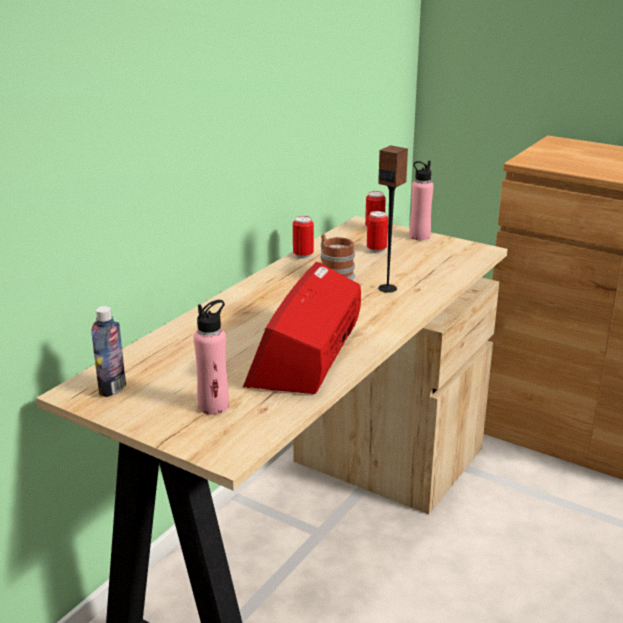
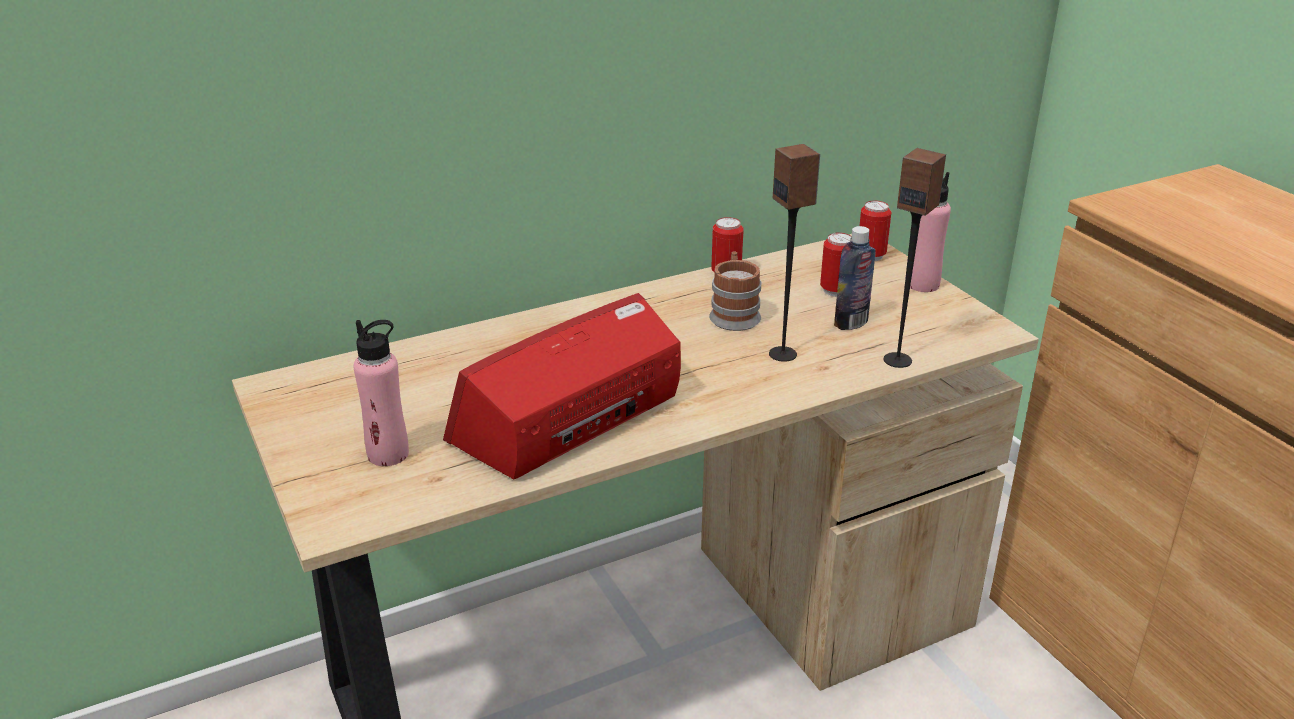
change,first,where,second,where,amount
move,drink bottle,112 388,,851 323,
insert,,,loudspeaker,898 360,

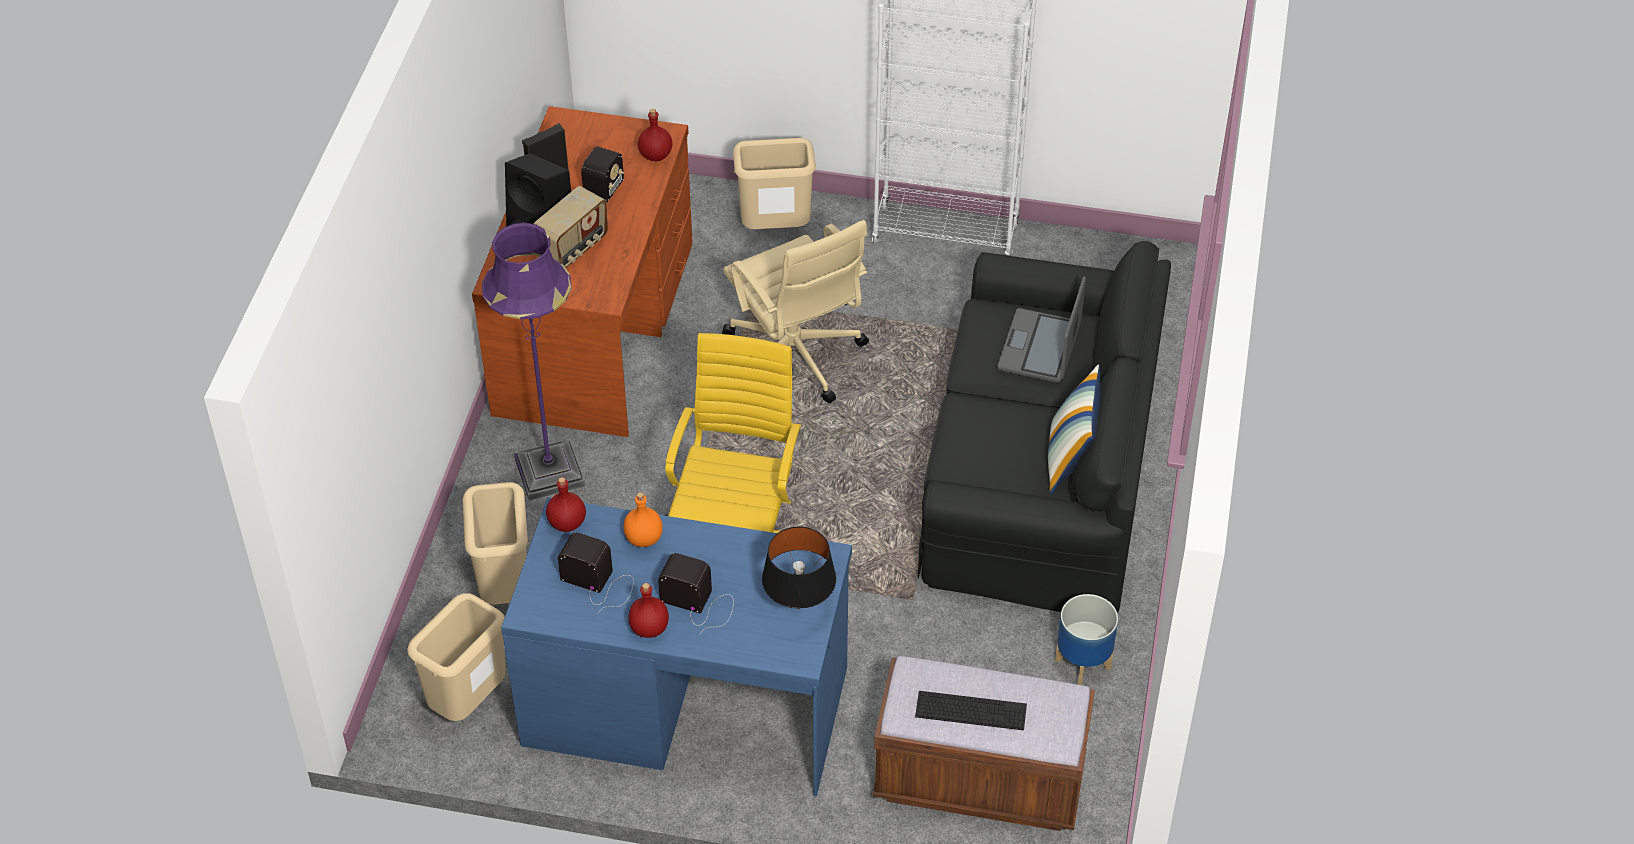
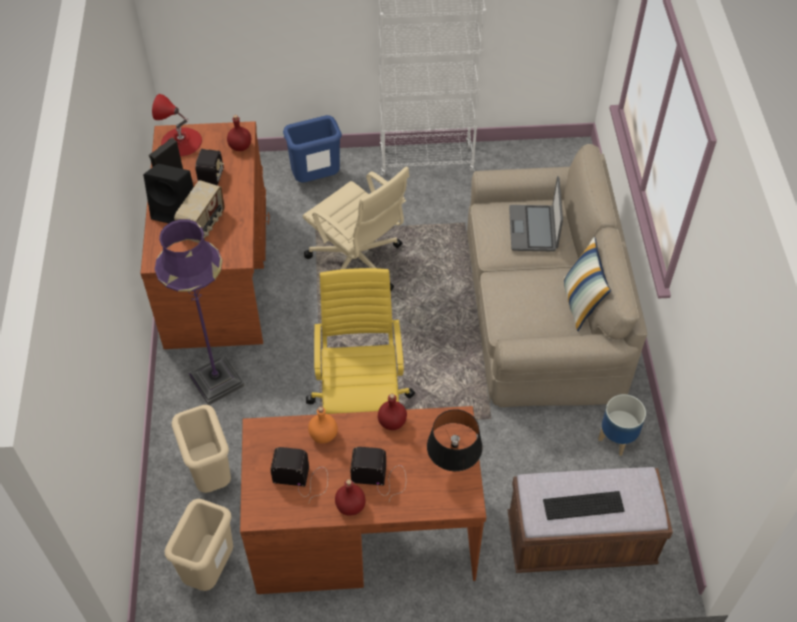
change,first,where,second,where,amount
insert,,,red table lamp,181 142,
recolor,blue desk unit,685 704,brown desk unit,363 533,
recolor,sand-coloured rubbish bin,775 230,blue rubbish bin,316 180,
move,red drink bottle,566 523,,391 422,
recolor,blackish sofa,1039 474,sand-coloured sofa,542 311,

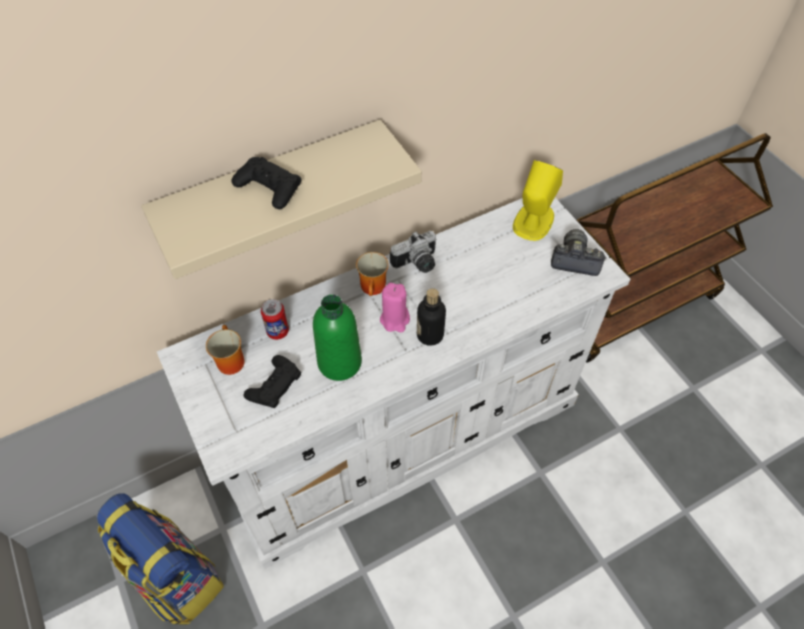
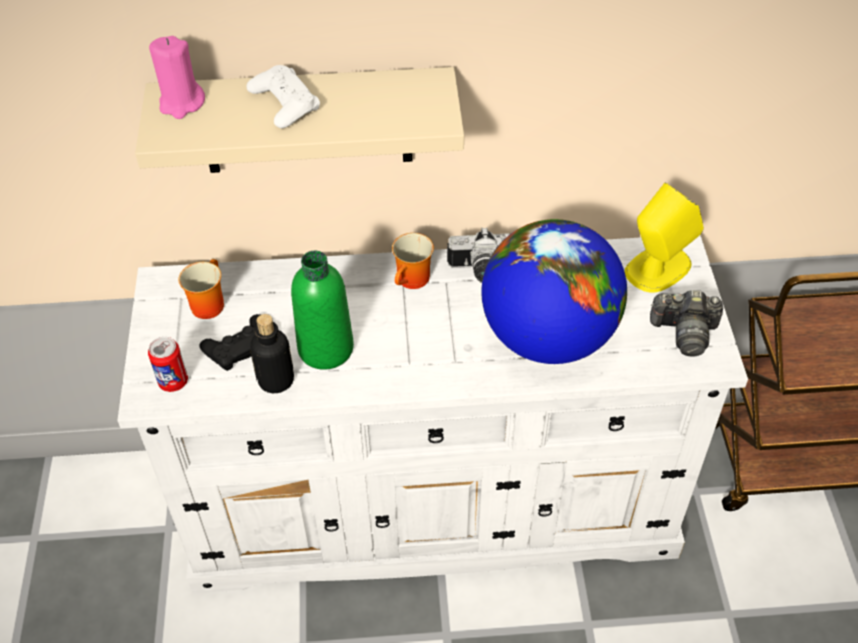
change,first,where,second,where,amount
move,sealed can,278 331,,173 382,
move,pinkish wax candle,395 319,,181 103,
recolor,blackish game controller,269 187,white-coloured game controller,284 103,
move,drink bottle,430 335,,276 380,
insert,,,world globe,548 337,
rotate,still camera,574 260,,684 332,150 degrees clockwise
delete,backpack,175 577,,,

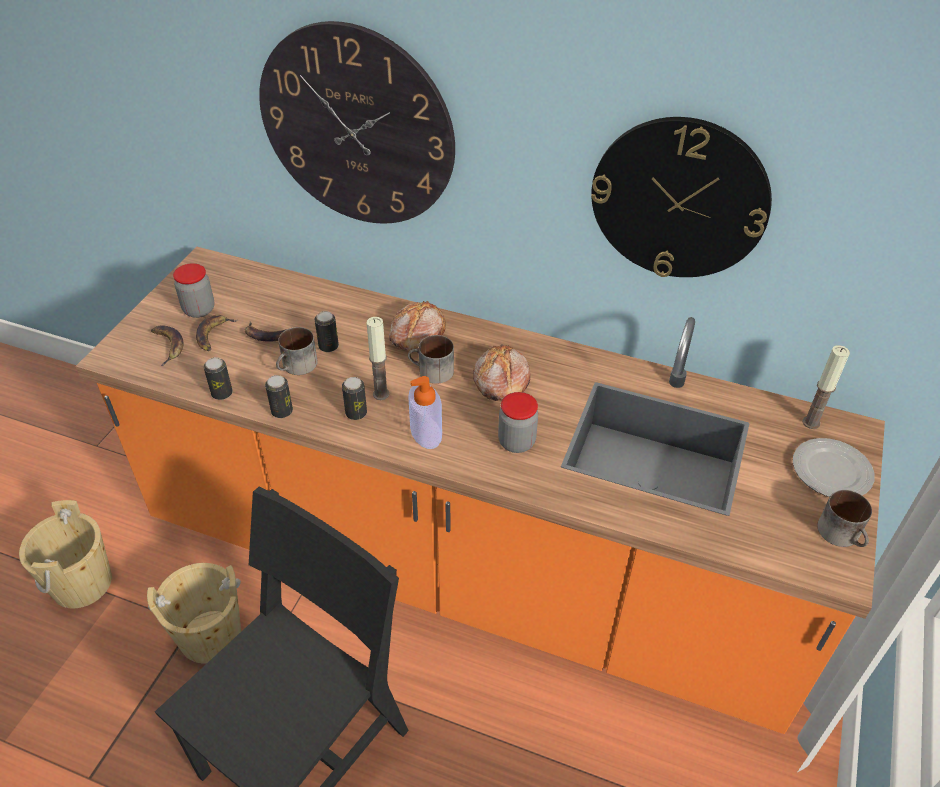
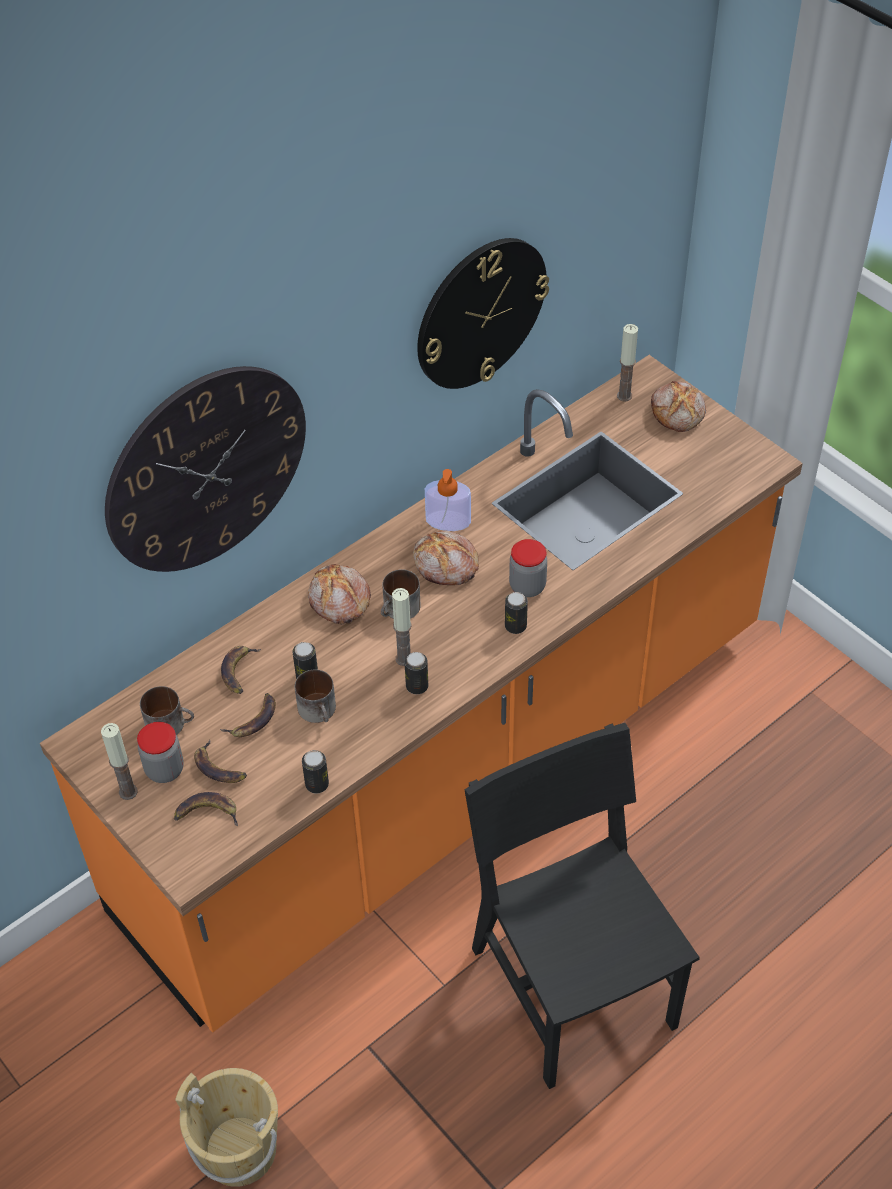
change,first,where,second,where,amount
insert,,,wax candle,128 792,
move,tea mug,843 534,,170 723,
insert,,,whole banana,239 671,
move,soap dispenser,426 432,,448 521,
move,sealed can,282 411,,515 626,
replace,plate,832 471,baked bread,678 412,
delete,sand-coloured water bucket,210 635,,,

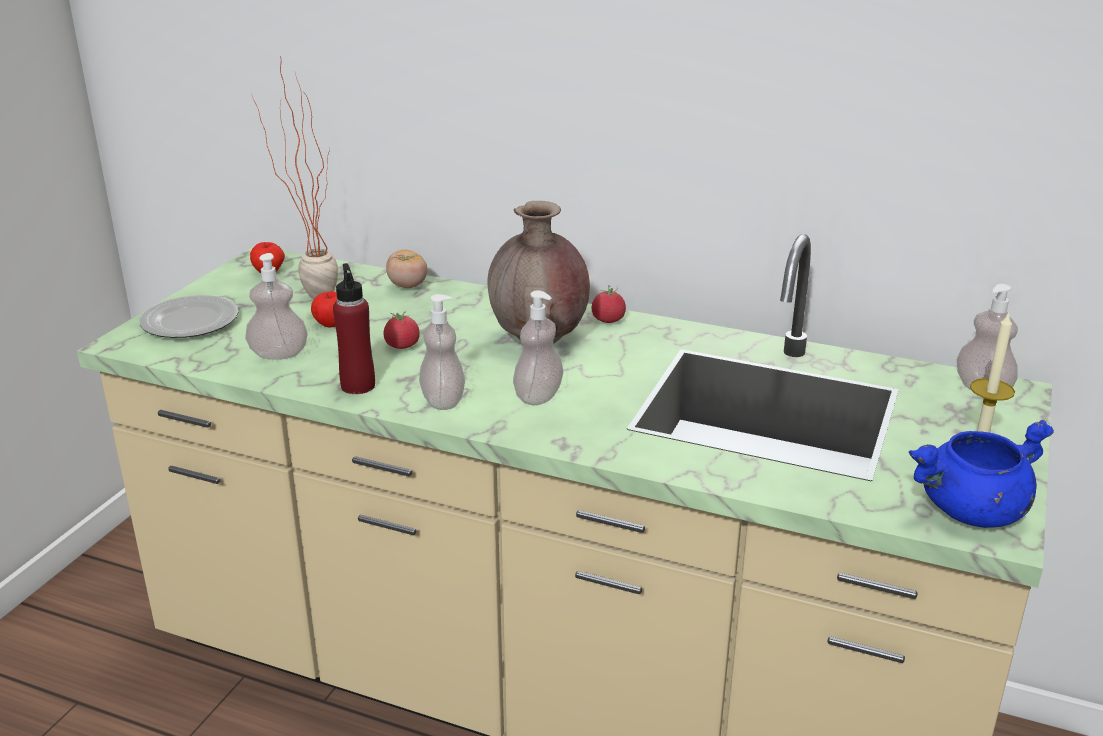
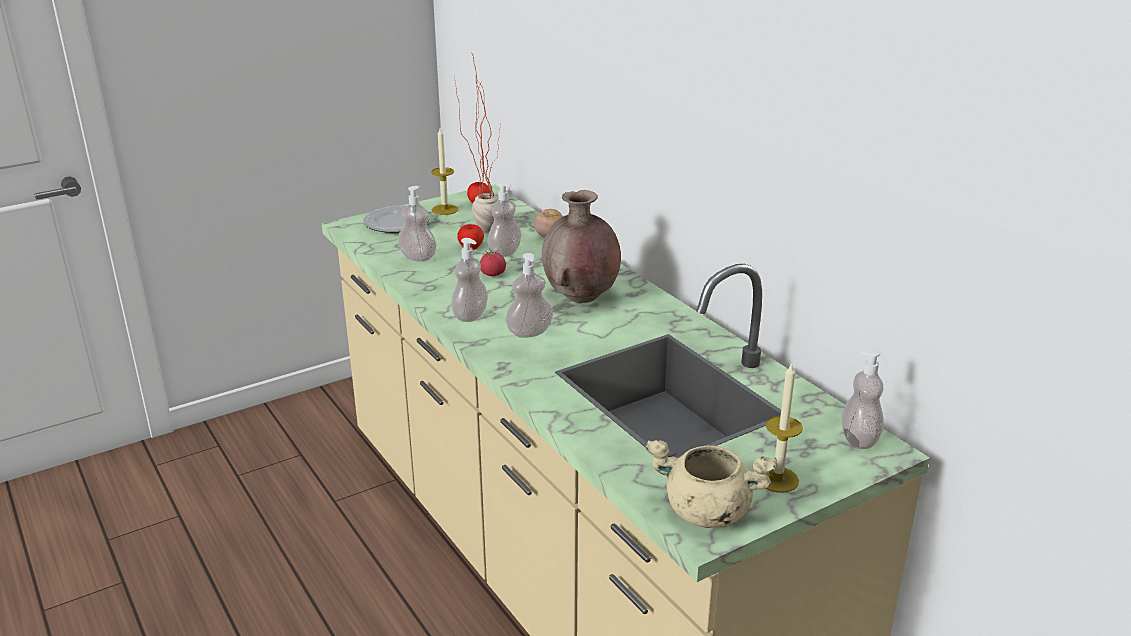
change,first,where,second,where,amount
insert,,,wax candle,444 209,
insert,,,soap dispenser,505 252,
recolor,blue saucepot,971 512,sand-coloured saucepot,705 512,
delete,red drink bottle,358 385,,,
delete,whole tomato,608 320,,,

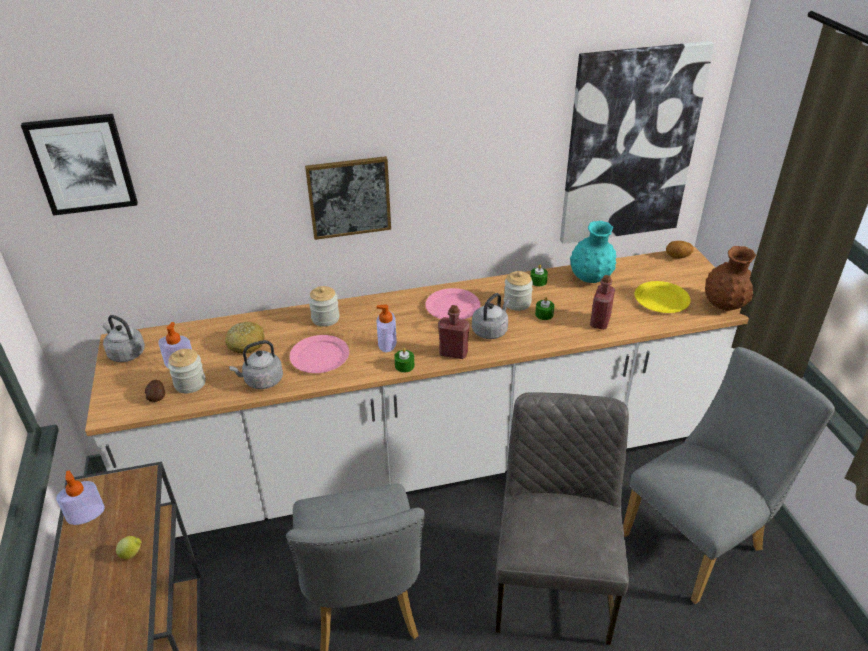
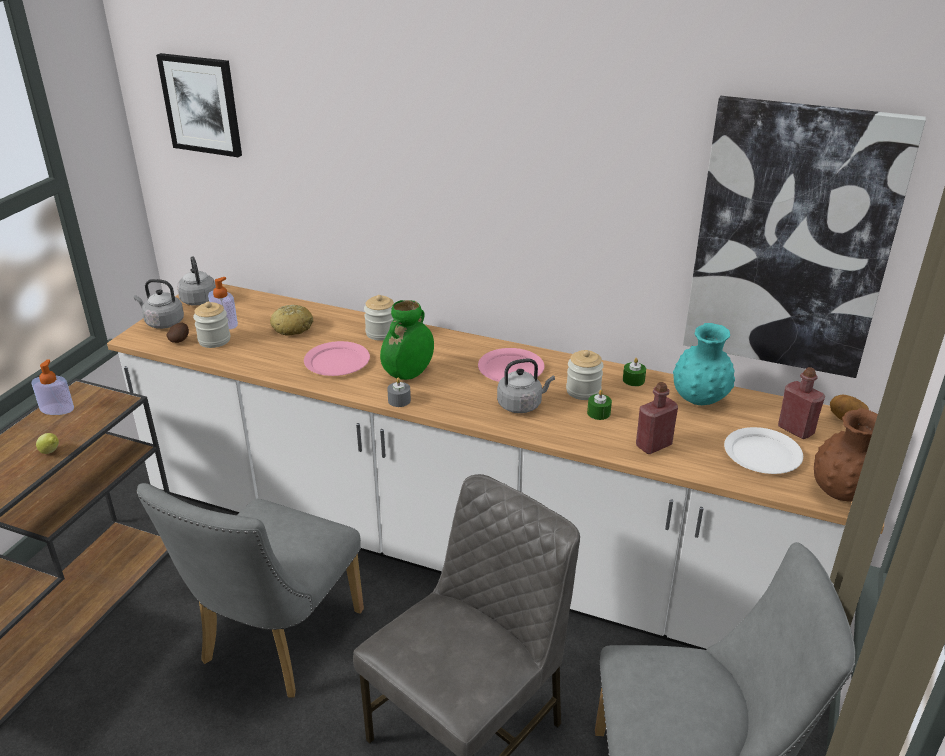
change,first,where,second,where,amount
move,grey kettle,261 381,,163 322,
replace,soap dispenser,387 343,greenish decorative vase,408 375,
recolor,greenish wax candle,404 366,grey wax candle,399 400,
recolor,yellow-coloured plate,661 300,white-coloured plate,762 454,
move,red drink bottle,453 353,,795 430,
delete,wall picture,349 197,,,

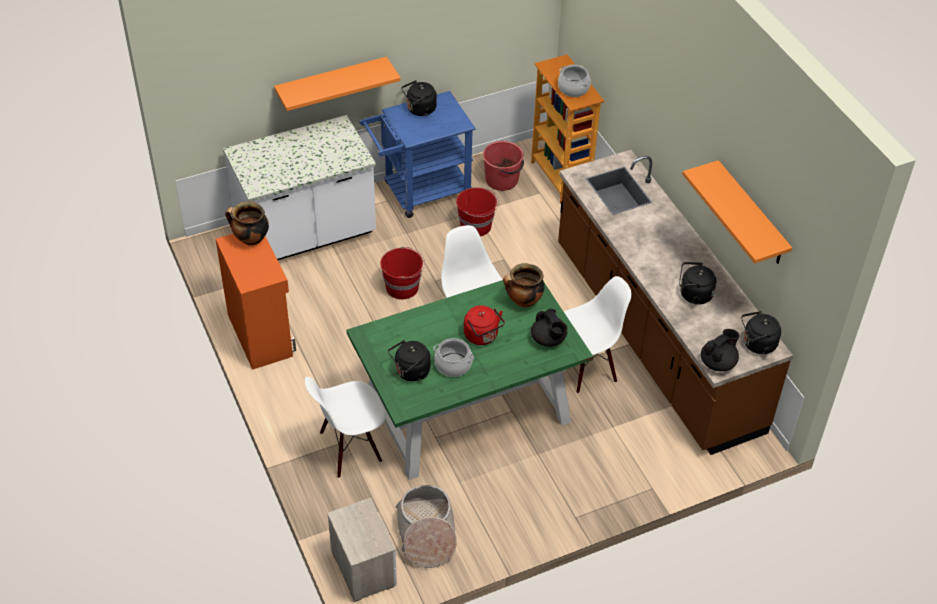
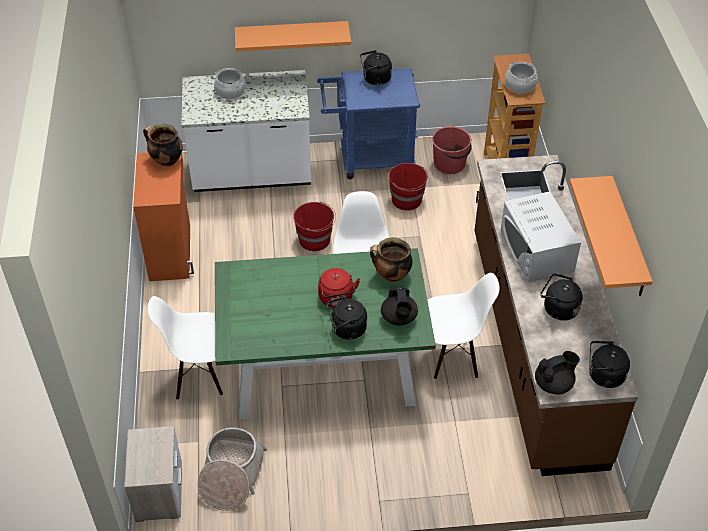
change,first,where,second,where,amount
move,saucepot,453 365,,230 91,
move,blackish kettle,410 372,,346 330,
insert,,,white-coloured microwave oven,536 250,

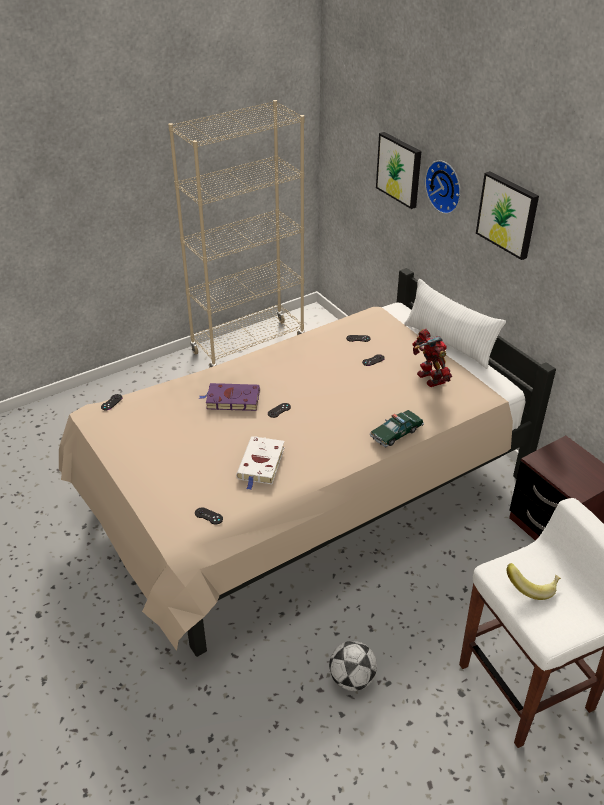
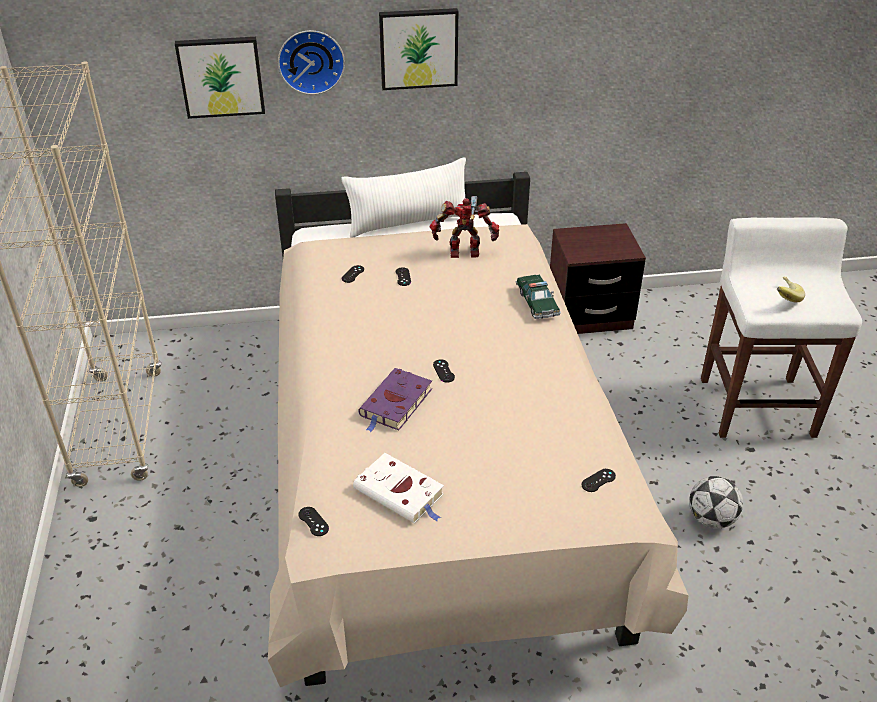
change,first,where,second,where,amount
move,white-coloured book,261 464,,401 493,

